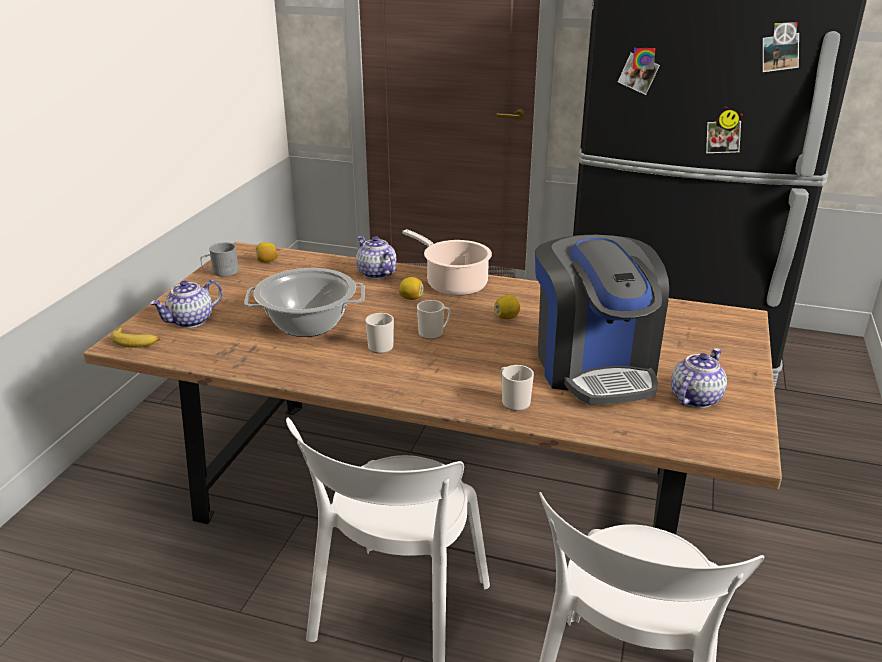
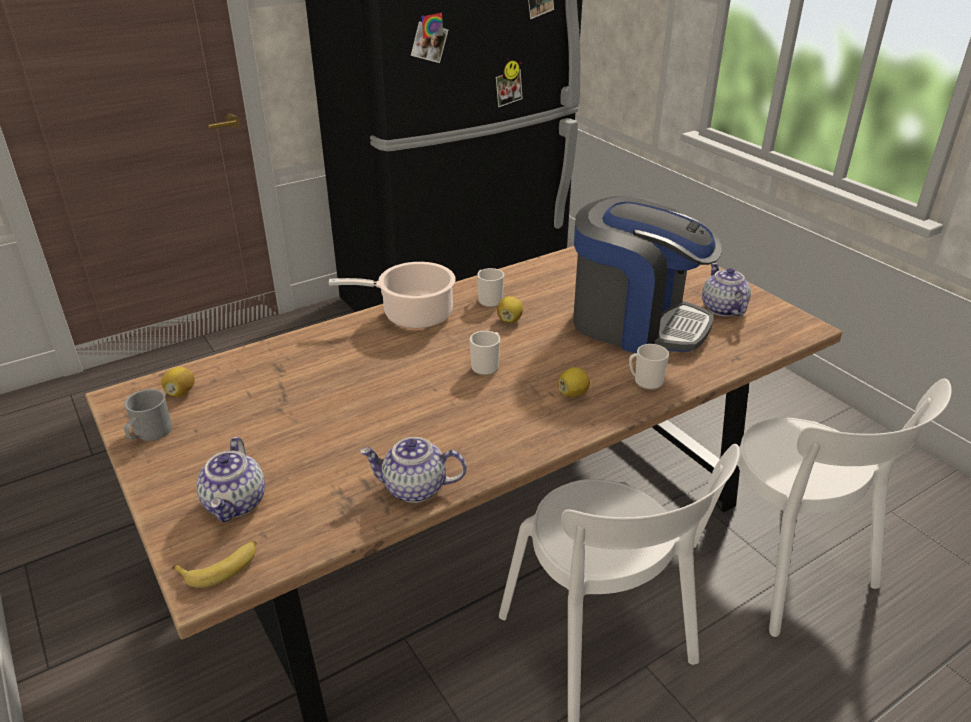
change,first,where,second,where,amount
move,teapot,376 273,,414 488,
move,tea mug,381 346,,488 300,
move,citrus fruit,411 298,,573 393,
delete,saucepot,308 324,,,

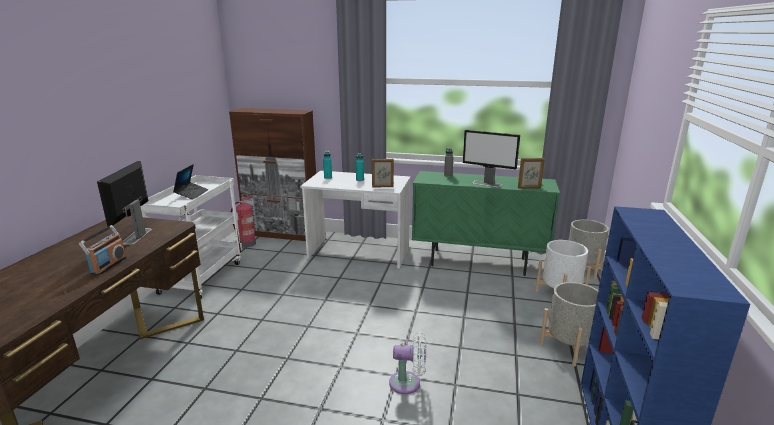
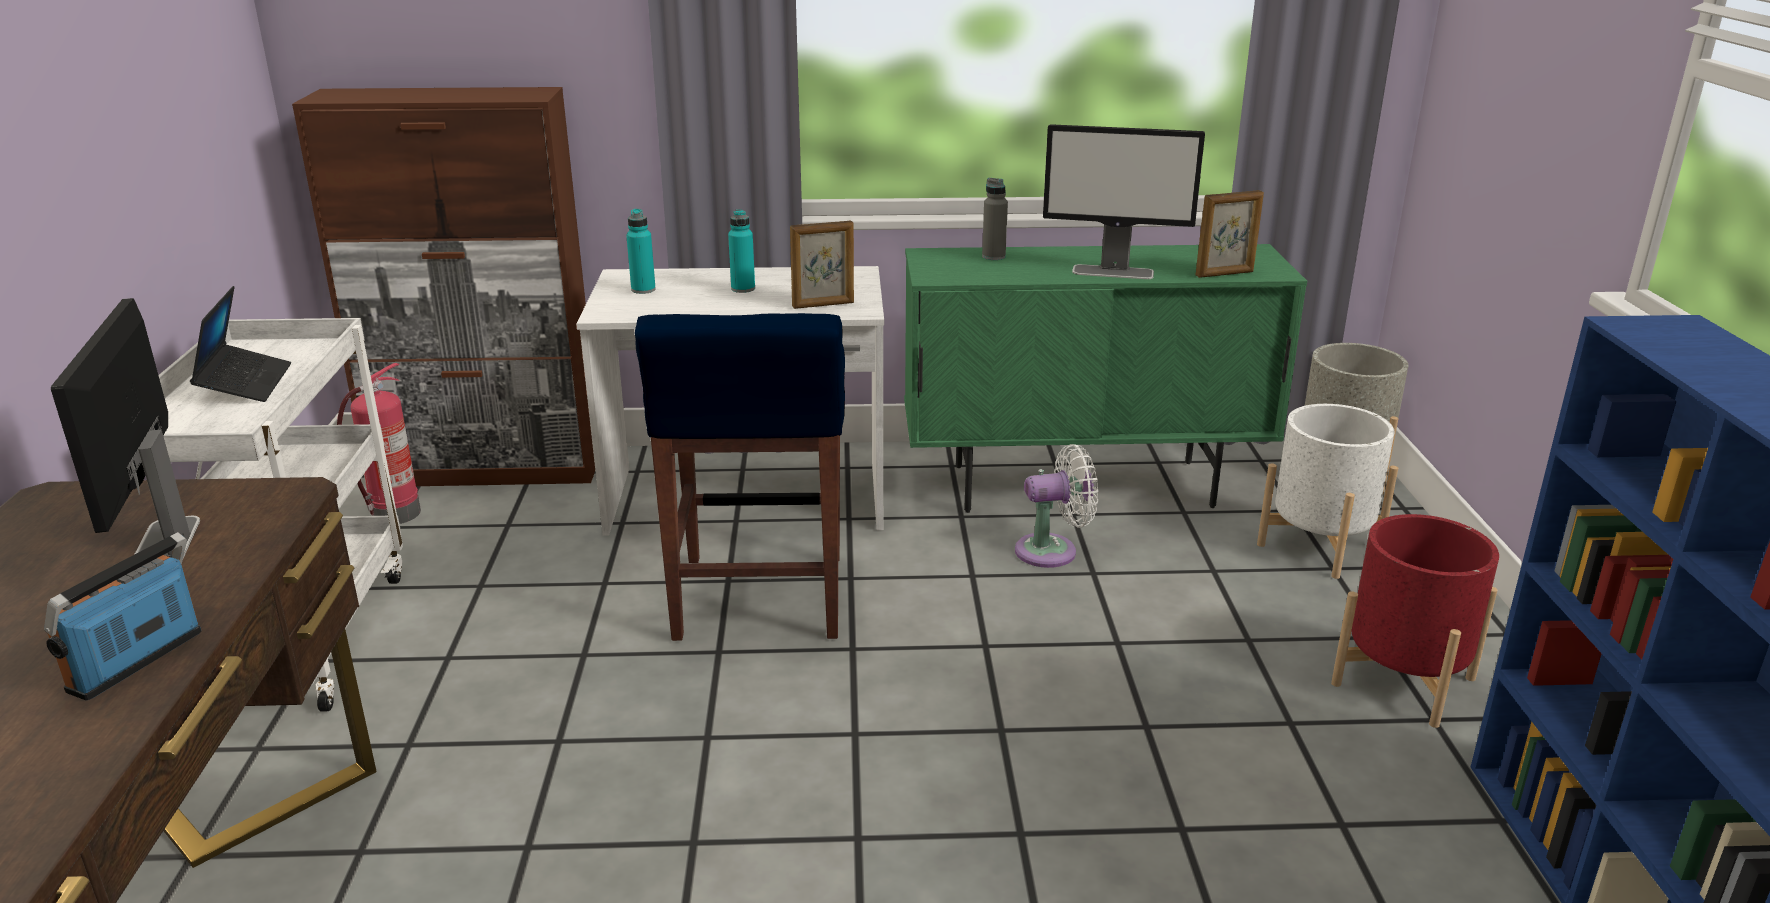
change,first,where,second,where,amount
rotate,radio set,108 265,,138 662,150 degrees counterclockwise
insert,,,blue stool,759 599,
move,white-coloured electric fan,408 383,,1052 551,
recolor,grey planter,569 347,red planter,1403 681,

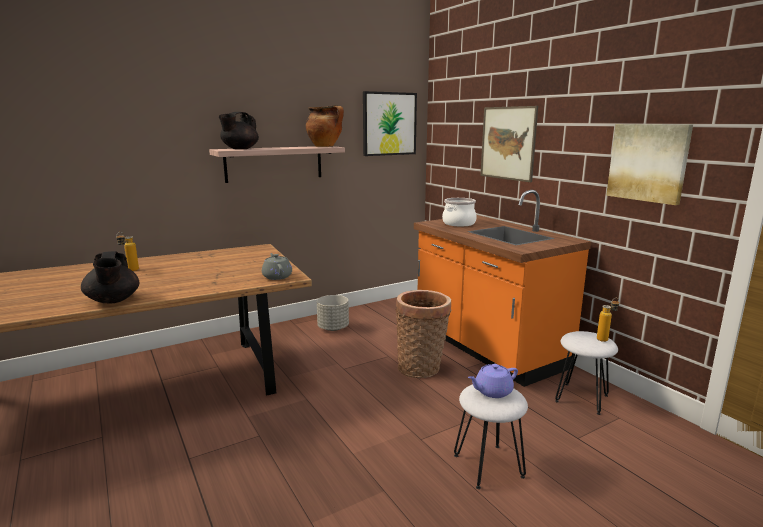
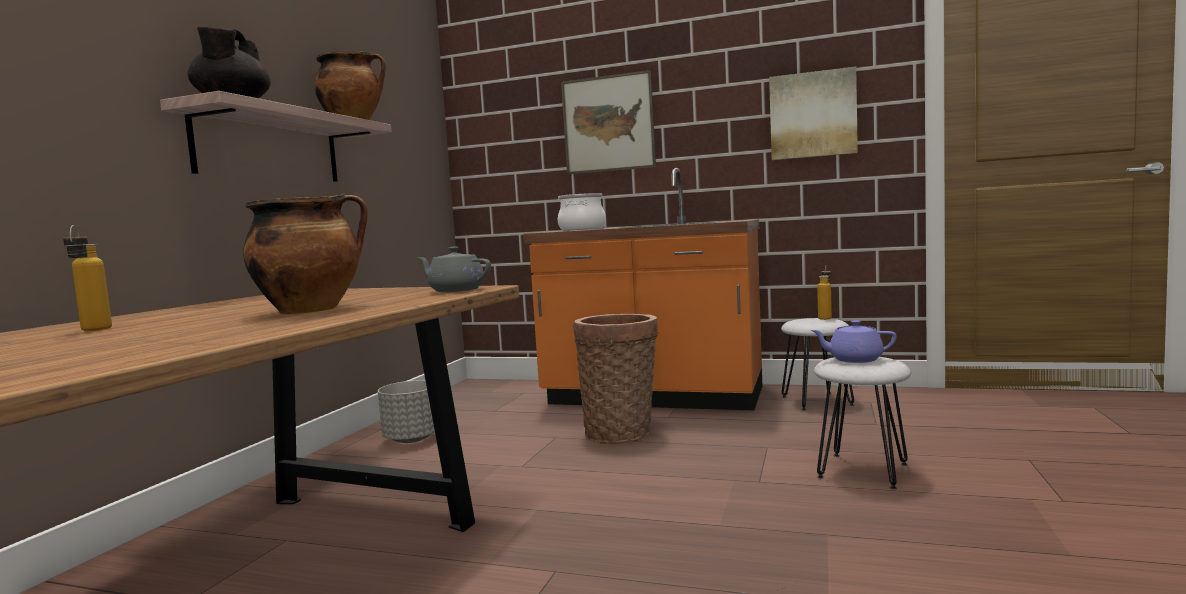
change,first,where,second,where,amount
insert,,,saucepot,312 310,
rotate,purple-coloured teapot,492 391,,854 359,75 degrees clockwise
delete,blackish teapot,113 300,,,
delete,wall picture,389 124,,,

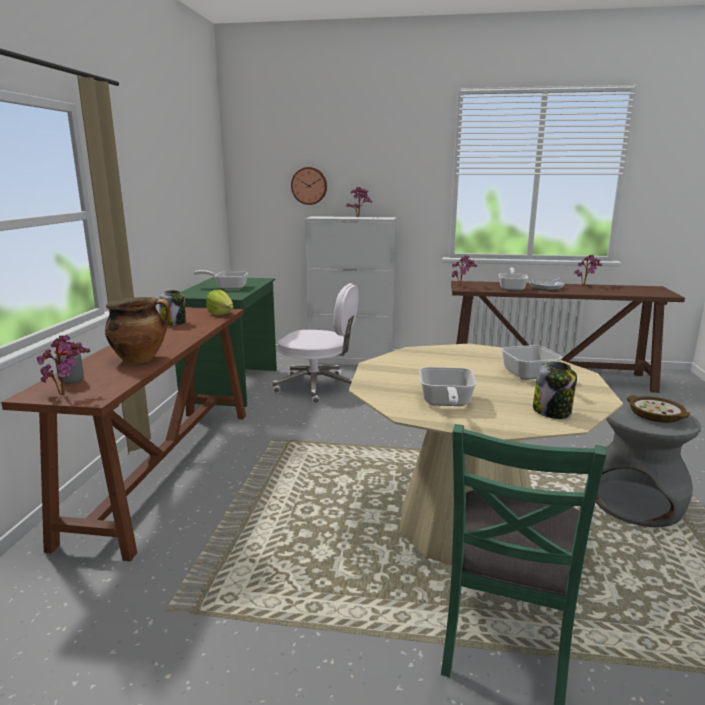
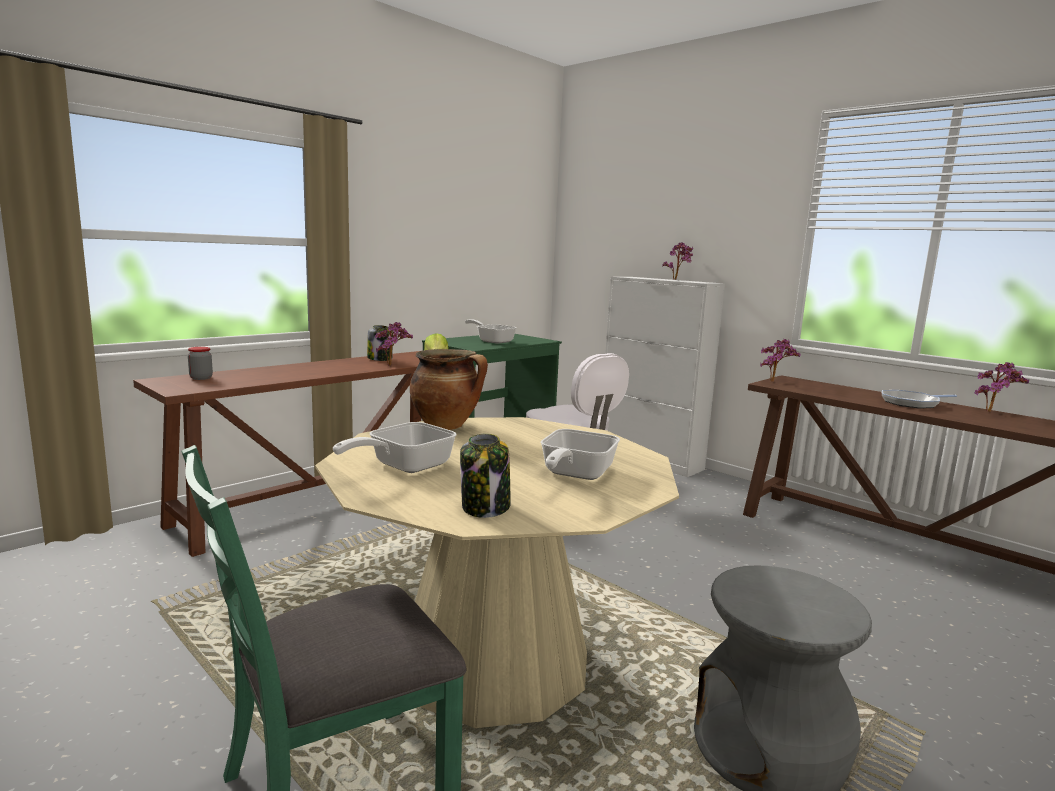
change,first,where,second,where,amount
move,houseplant,67 394,,392 366,
move,saucepot,141 359,,447 426,
delete,wall clock,309 186,,,
delete,pan,512 288,,,
delete,deep dish,656 414,,,

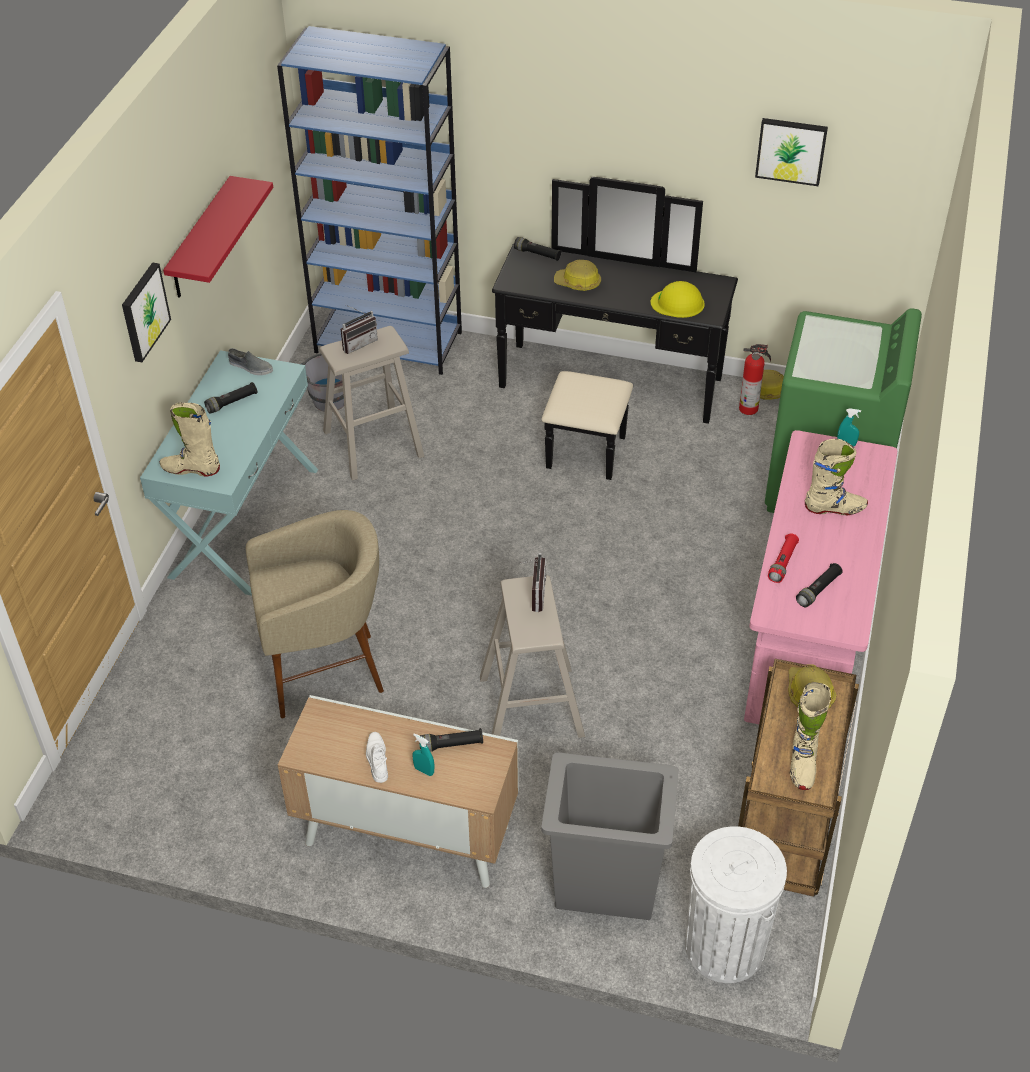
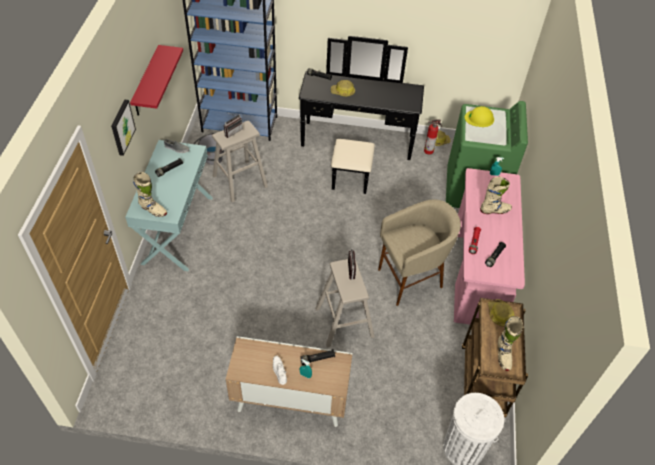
change,first,where,second,where,amount
rotate,sand-coloured tall boot,191 469,,153 210,150 degrees counterclockwise
move,sand-coloured stool,326 673,,411 280,
move,yellow-coloured safety helmet,678 303,,479 118,
delete,grey rubbish bin,605 883,,,
delete,wall picture,791 150,,,

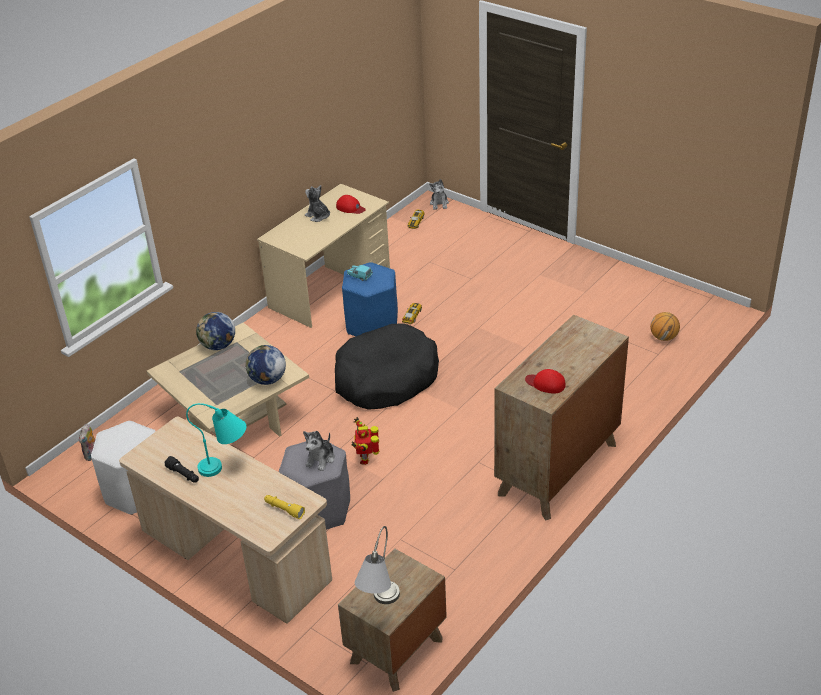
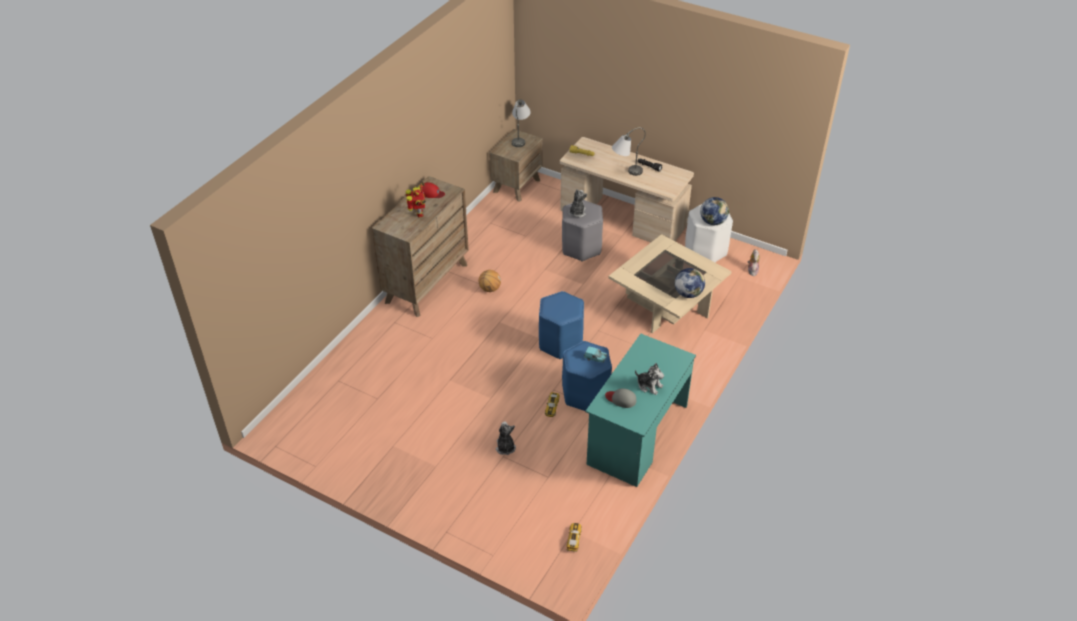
change,first,where,second,where,amount
move,robot figure,366 458,,418 214,
move,basketball ball,664 337,,490 289,
move,soft toy,439 203,,505 447,
replace,blackish pet bed,385 379,blue stool,560 343,
recolor,sand-coloured desk unit,330 288,blue-green desk unit,637 435,
recolor,red peaked cap,350 208,grey peaked cap,621 399,
recolor,blue-green table lamp,226 467,grey table lamp,625 172,
move,world globe,267 380,,713 222,

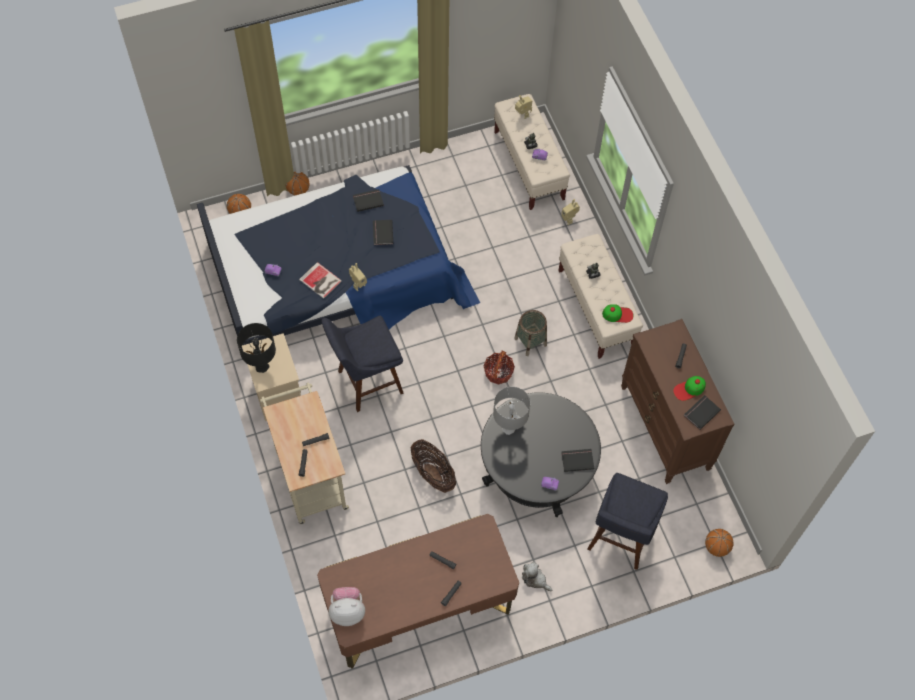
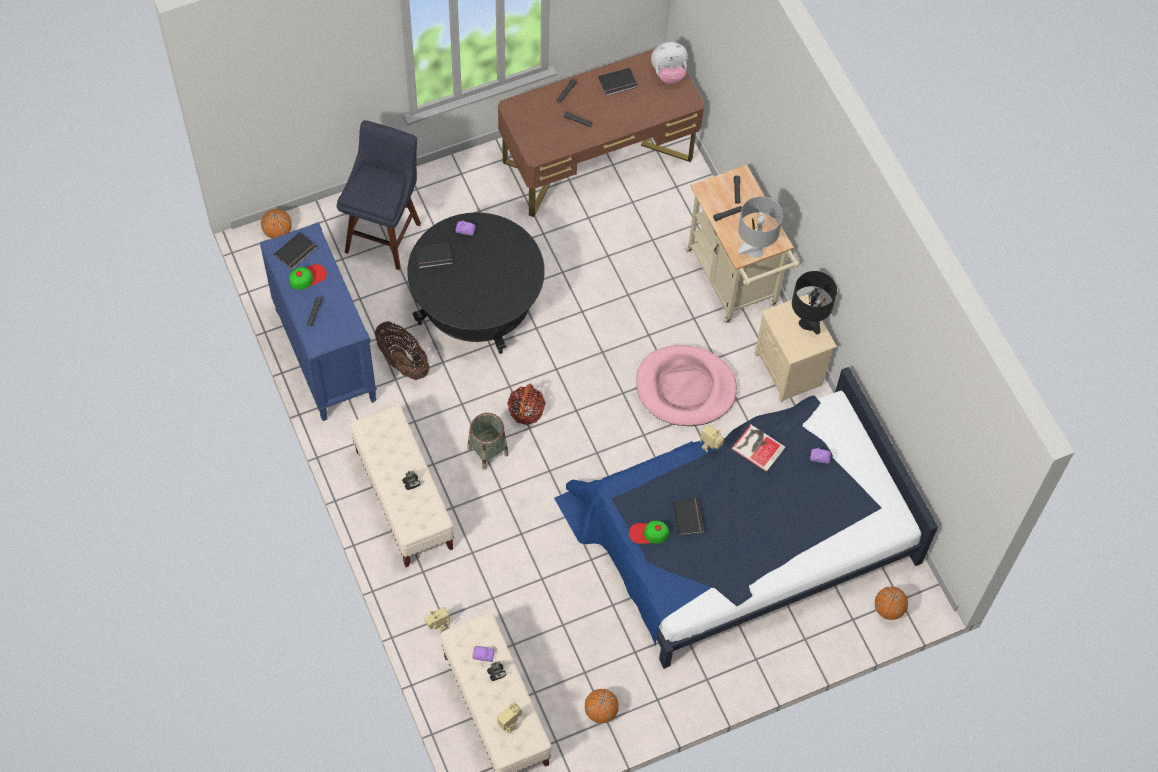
change,first,where,second,where,amount
recolor,brown drawer chest,665 428,blue drawer chest,325 356,
move,storage basket,433 473,,403 361,
move,basketball ball,298 190,,601 711,
move,blackish book,367 200,,618 83,
move,peaked cap,617 314,,649 533,
replace,blue stool,366 383,pinkish pet bed,685 388,
move,grey table lamp,509 428,,754 250,
delete,soft toy,535 579,,,

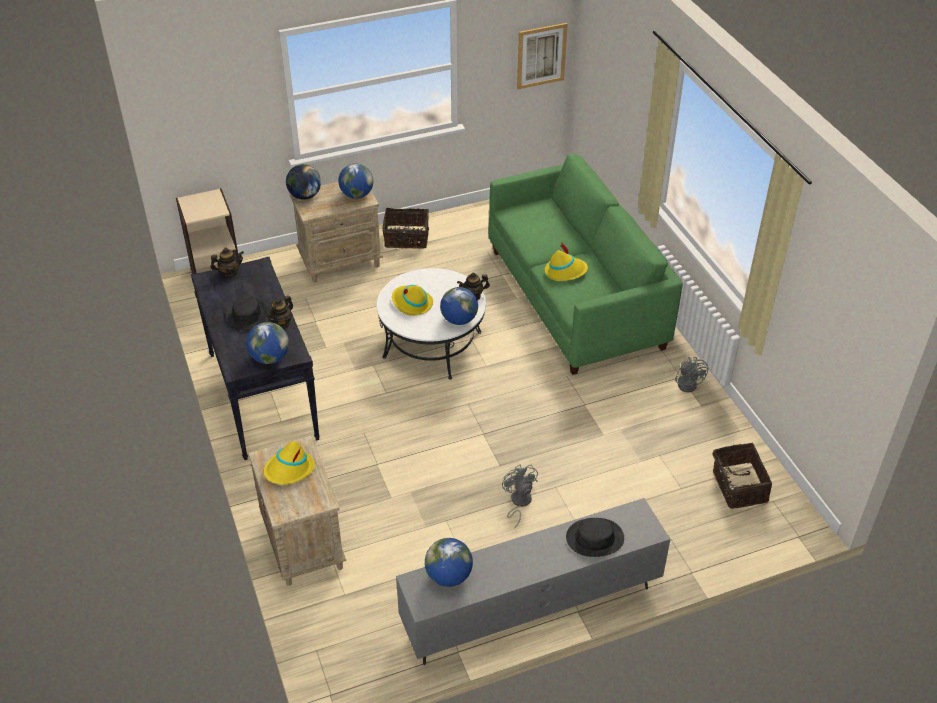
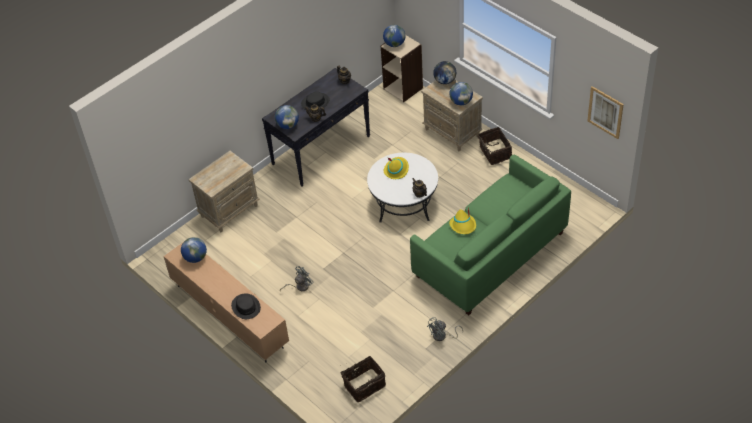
change,first,where,second,where,amount
recolor,grey media console,531 608,brown media console,230 316,
move,world globe,459 320,,394 44,
delete,yellow-coloured wearable hat,289 470,,,

